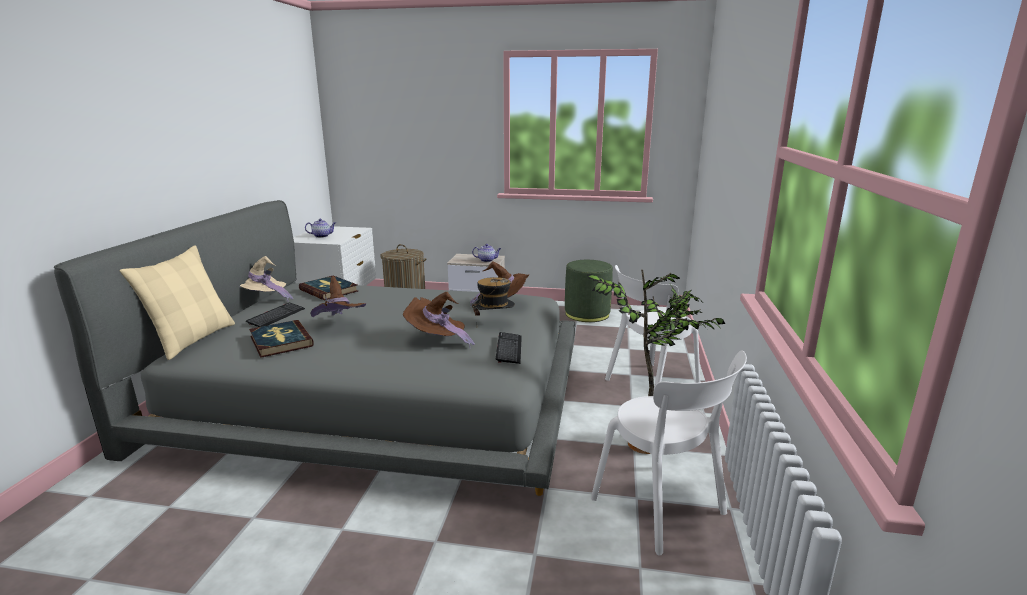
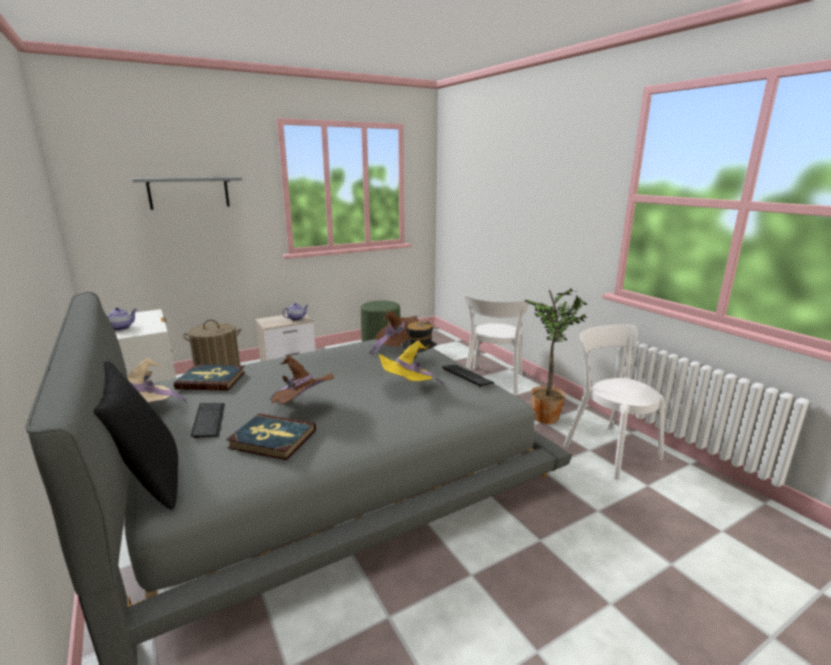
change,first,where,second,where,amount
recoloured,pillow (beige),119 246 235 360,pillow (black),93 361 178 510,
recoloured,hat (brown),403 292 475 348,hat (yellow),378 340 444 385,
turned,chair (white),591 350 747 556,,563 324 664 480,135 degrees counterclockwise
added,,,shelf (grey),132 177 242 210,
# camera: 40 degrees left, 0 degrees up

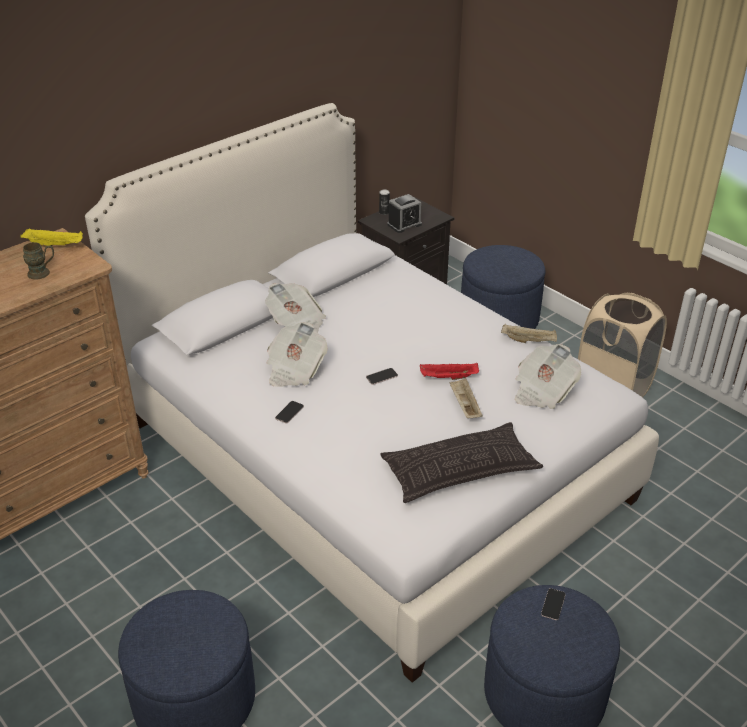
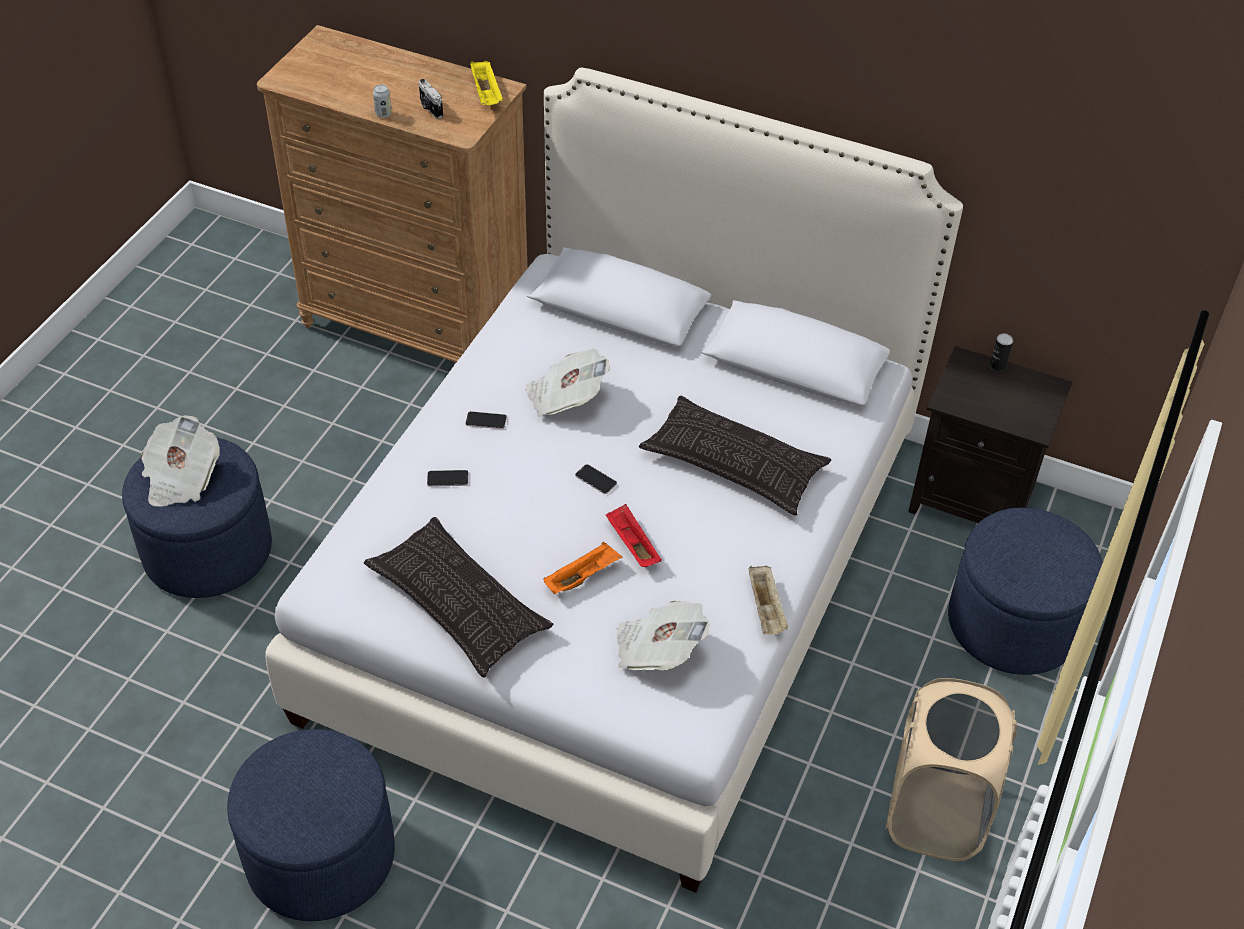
change,first,where,second,where,amount
replaced,mug (brown),23 242 54 280,photo camera,418 79 443 119,
moved,newspaper,265 283 326 332,,141 415 220 507,
removed,alarm clock,387 194 422 233,,,
recoloured,tray (beige),450 378 483 418,tray (orange),544 542 623 594,
moved,phone,541 588 566 620,,427 470 469 487,
added,,,can,373 84 392 118,
added,,,pillow,639 396 831 515,
# camera: 65 degrees right, 10 degrees up

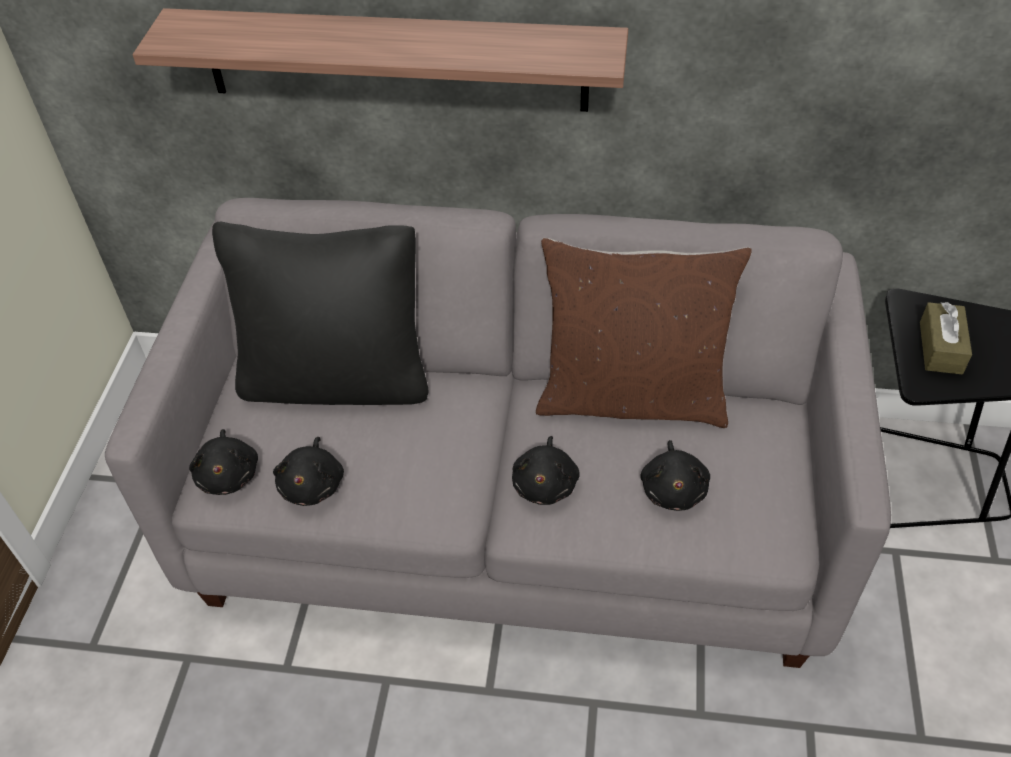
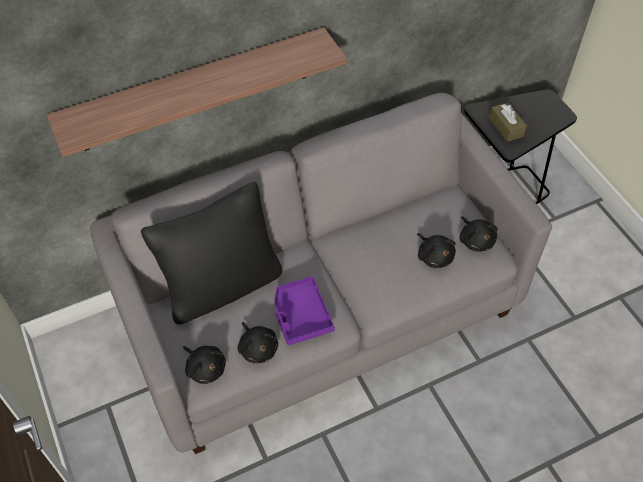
change,first,where,second,where,amount
moved,plush toy (black),512 436 580 505,,459 216 498 251,
removed,pillow (brown),536 238 752 428,,,
added,,,tray (purple),275 276 335 345,
# camera: 35 degrees left, 5 degrees up

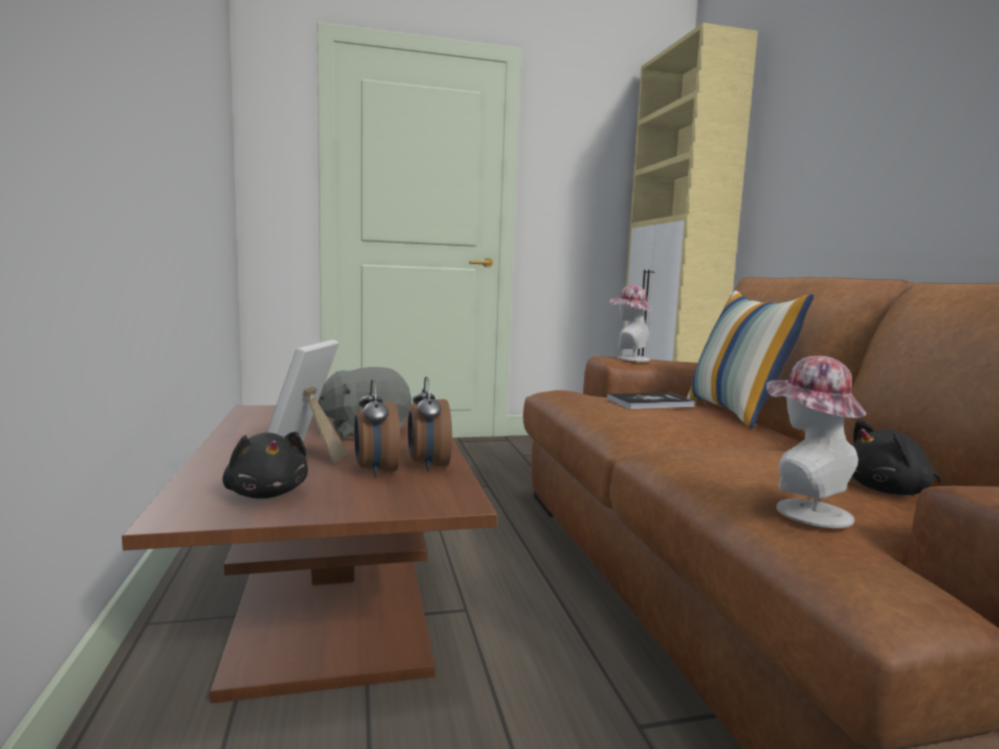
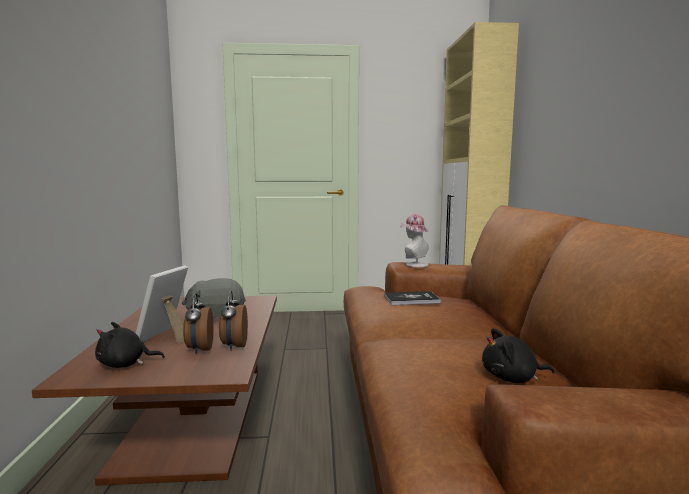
change,first,where,second,where,amount
turned,plush toy (black),222 431 308 499,,95 322 165 368,105 degrees clockwise
removed,pillow,687 290 814 428,,,
removed,hat,767 356 866 528,,,
# camera: 10 degrees right, 0 degrees up

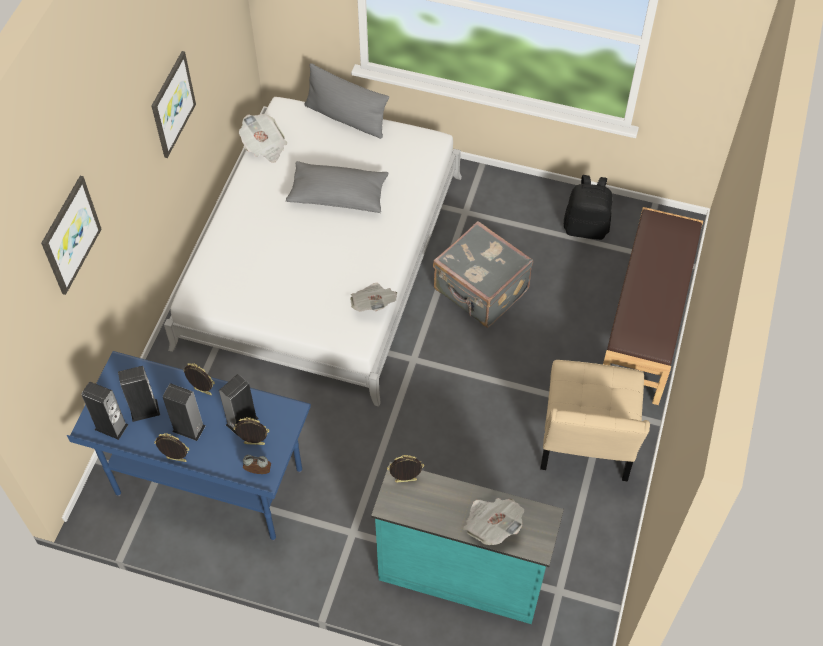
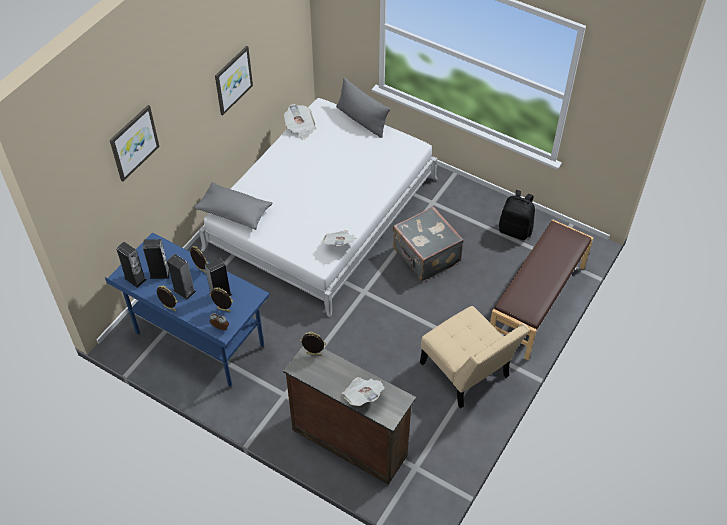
change,first,where,second,where,amount
moved,pillow (grey),286 161 389 213,,194 182 272 230,
recoloured,dresser (turquoise),371 462 564 624,dresser (brown),283 346 416 485,
turned,chair (beige),540 360 650 482,,420 306 530 408,60 degrees counterclockwise
# camera: 15 degrees right, 5 degrees down

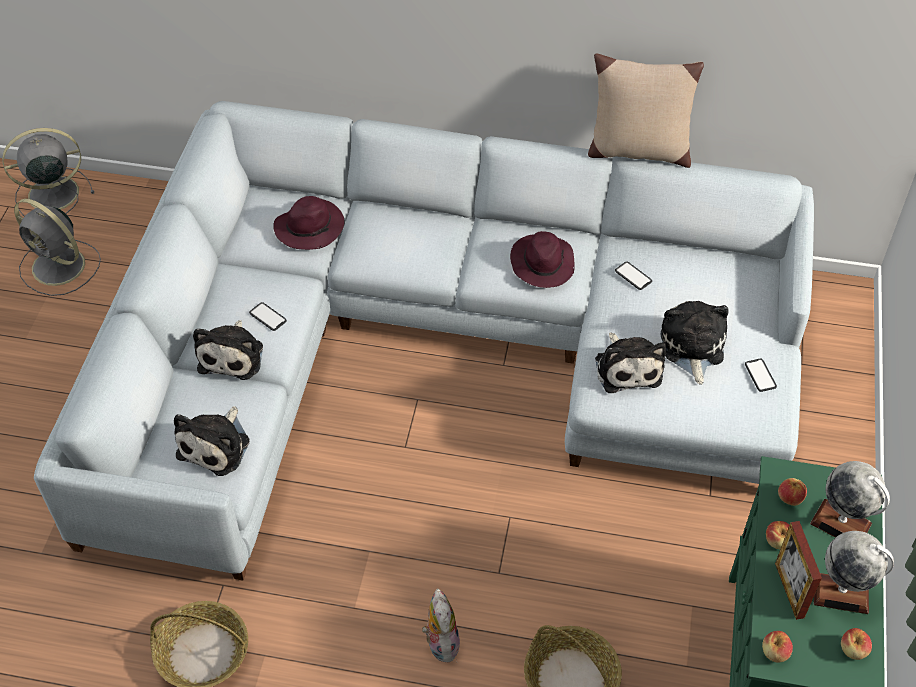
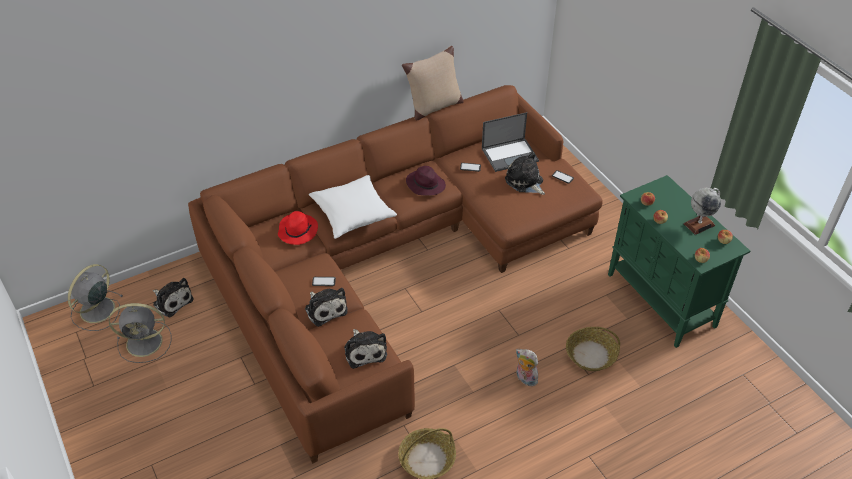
change,first,where,second,where,amount
recoloured,sofa (grey),34 101 814 581,sofa (brown),188 85 603 464,
recoloured,hat (purple),273 196 345 250,hat (red),278 211 318 245,
moved,plush toy,595 332 666 393,,153 278 194 317,
removed,picture frame,775 521 822 620,,,
removed,globe,810 461 890 537,,,
added,,,pillow (white),309 175 397 239,
added,,,laptop,482 112 539 172,
# camera: 40 degrees left, 5 degrees down

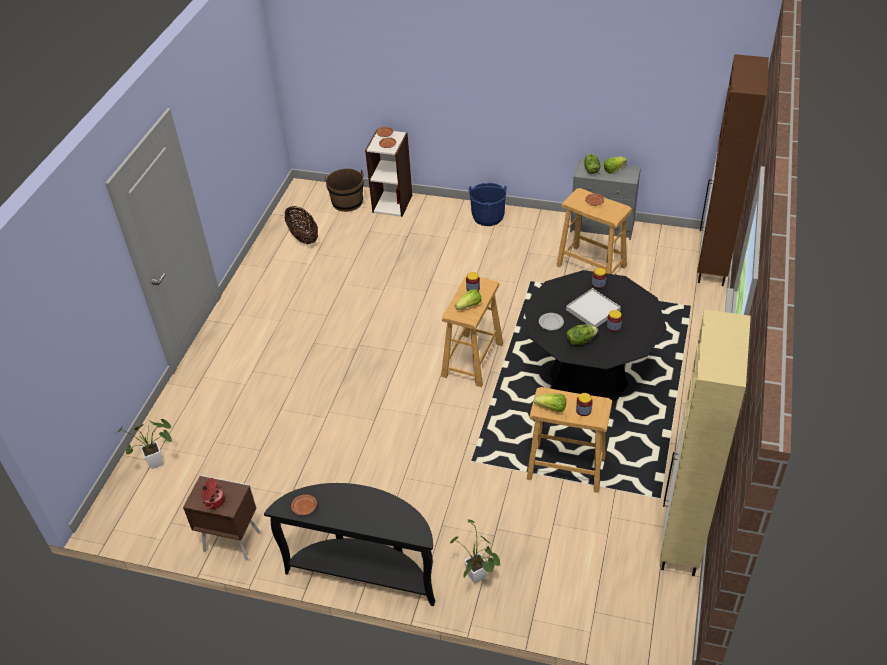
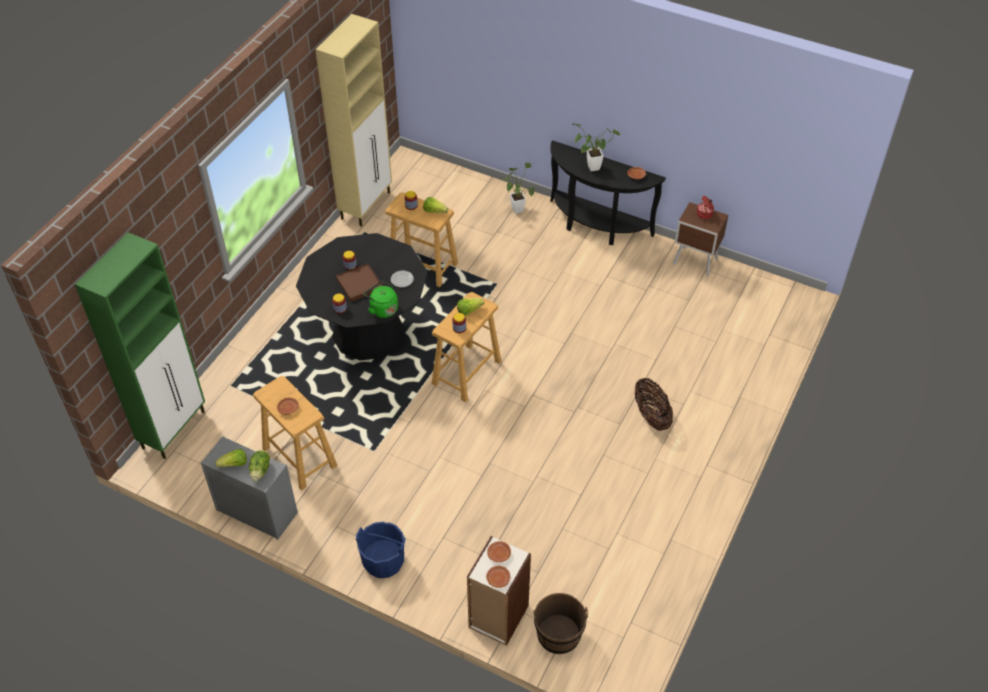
change,first,where,second,where,amount
moved,potted plant,115 419 172 469,,572 124 620 171,
moved,basket,285 206 318 245,,635 378 673 431,
recoloured,tray (white),566 288 621 327,tray (brown),336 263 383 302,
removed,lettuce,567 324 598 345,,,
recoloured,cabinet (brown),697 54 769 286,cabinet (green),75 232 205 459,
added,,,kettle (green),364 281 398 318,
# camera: 170 degrees left, 5 degrees up

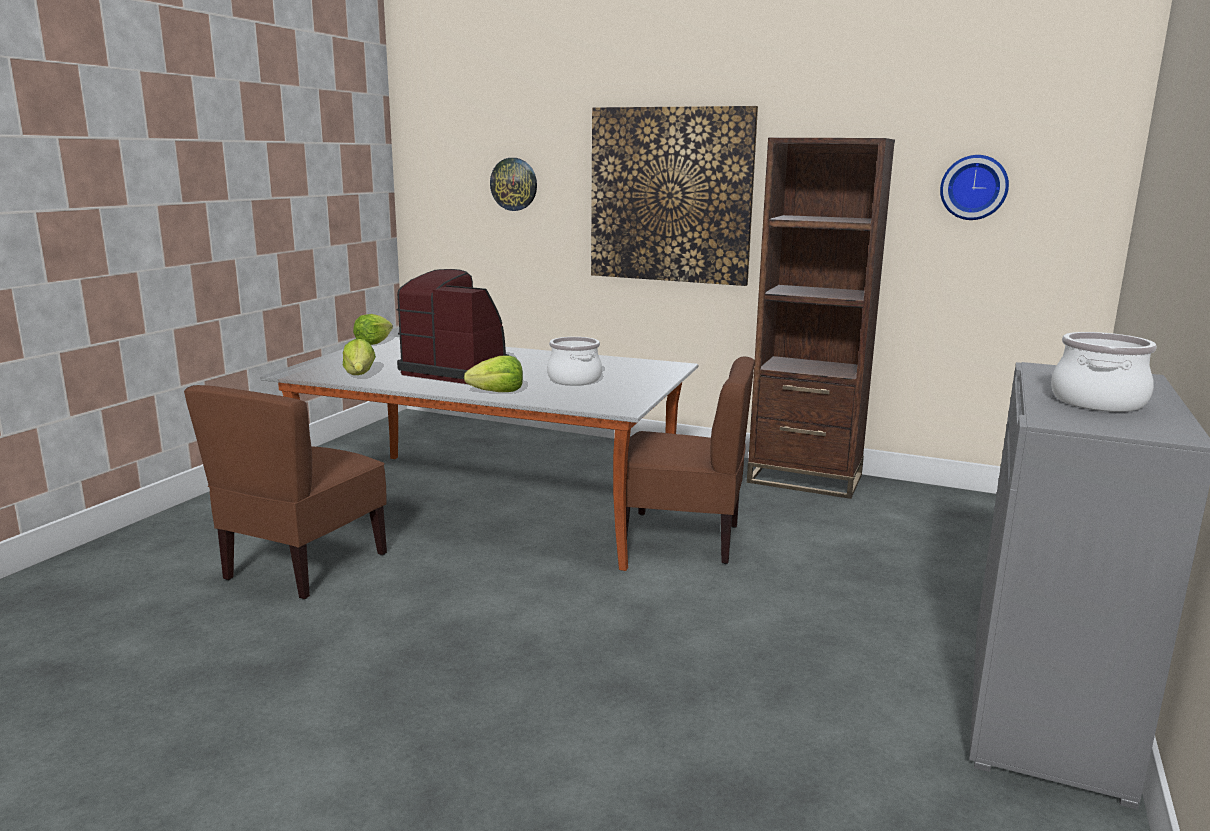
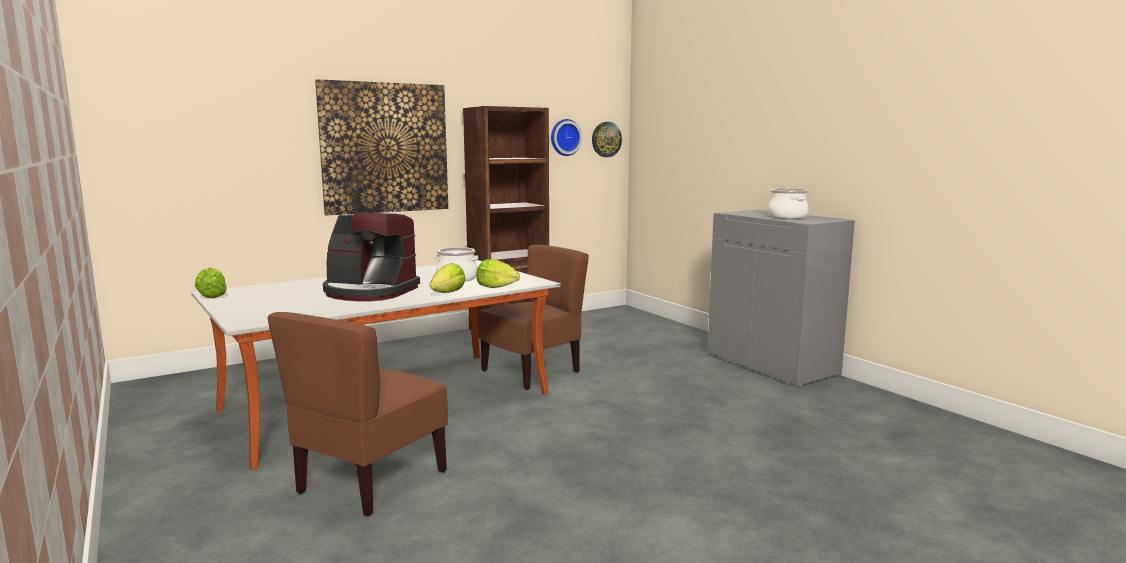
change,first,where,second,where,amount
turned,chair (brown),184 385 387 600,,268 312 448 516,60 degrees clockwise
moved,lettuce,343 339 376 375,,476 259 520 288,
turned,coffee machine,397 269 509 384,,323 213 420 301,135 degrees counterclockwise
moved,wall clock,490 158 537 211,,592 122 622 157,
# camera: 55 degrees left, 5 degrees down

